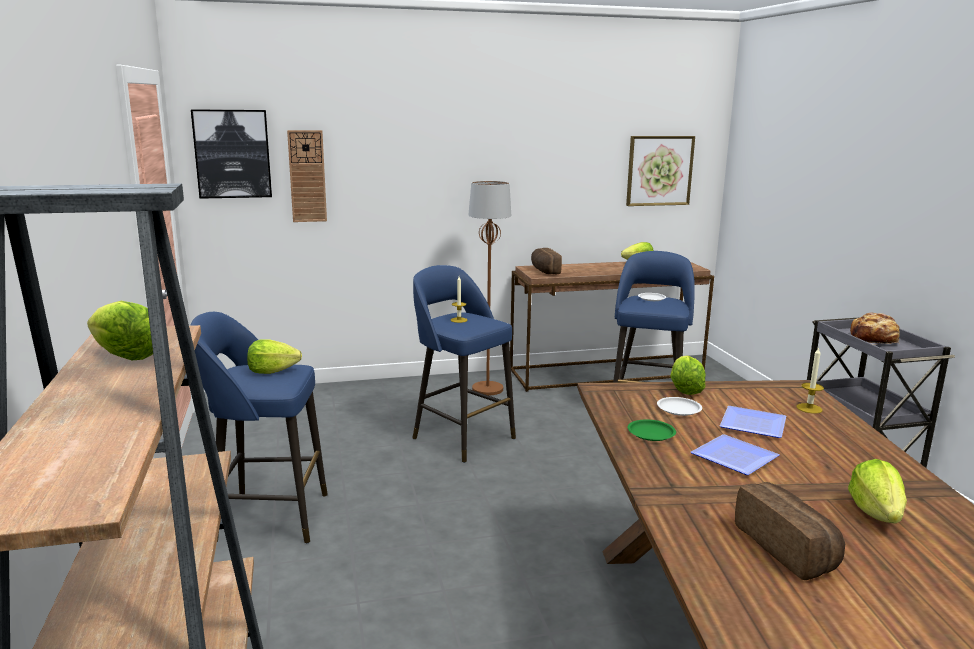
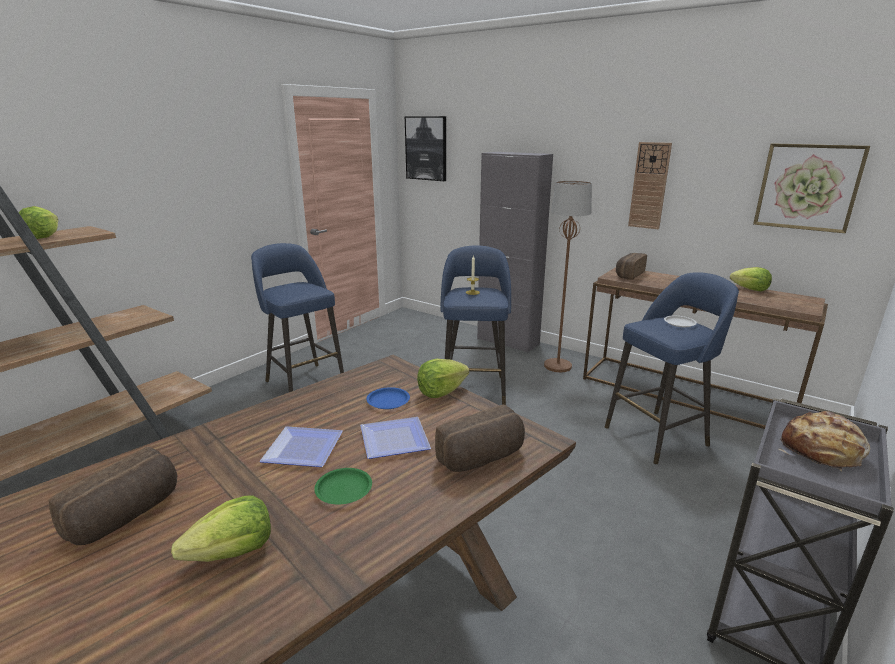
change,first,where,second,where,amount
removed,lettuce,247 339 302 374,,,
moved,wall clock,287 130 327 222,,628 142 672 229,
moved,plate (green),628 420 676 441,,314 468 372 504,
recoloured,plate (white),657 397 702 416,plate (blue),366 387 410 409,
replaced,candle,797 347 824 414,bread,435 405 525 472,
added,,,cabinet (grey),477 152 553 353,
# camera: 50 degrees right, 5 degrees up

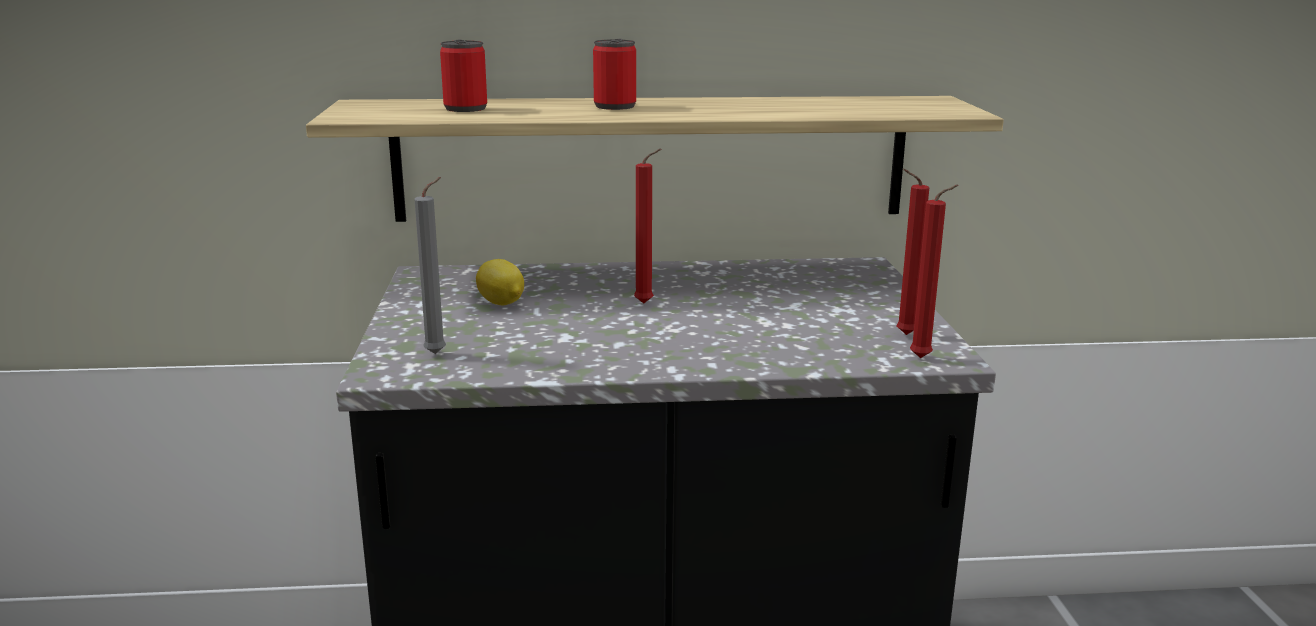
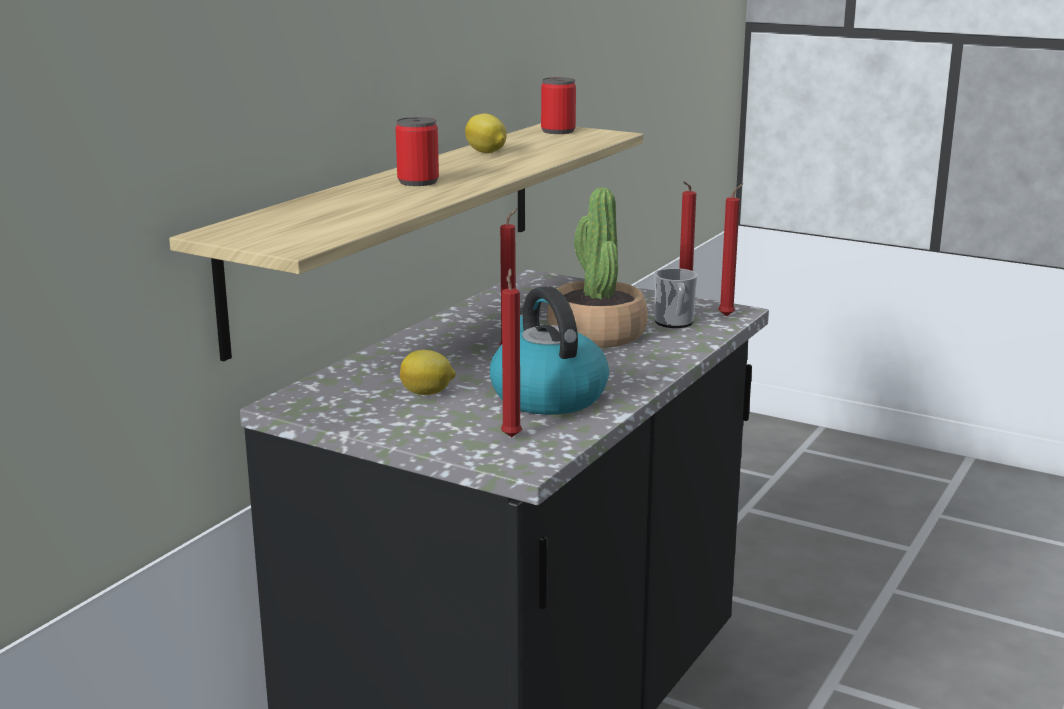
change,first,where,second,where,amount
recoloured,candle (grey),414 177 446 354,candle (red),501 269 522 438,
moved,can,440 40 487 112,,541 77 576 134,
added,,,lemon,465 114 507 153,
added,,,kettle,490 286 609 415,
added,,,potted plant,547 188 648 348,
added,,,mug,654 268 698 328,
# camera: 55 degrees left, 0 degrees up

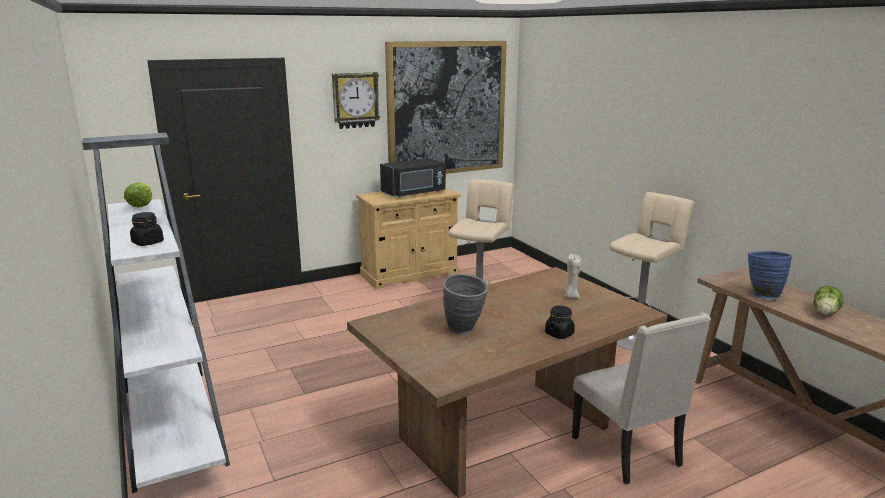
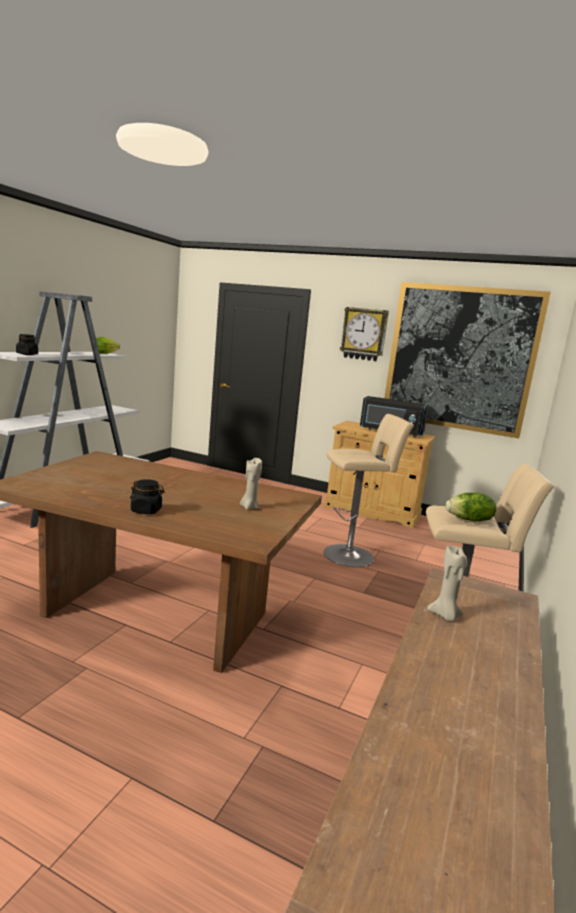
change,first,where,second,where,amount
removed,vase (grey),443 274 488 335,,,
removed,chair (beige),572 313 711 484,,,
replaced,vase (blue),748 251 792 299,candle (beige),427 545 467 621,
moved,lettuce,814 286 843 315,,445 492 496 522,
# camera: 50 degrees right, 5 degrees down

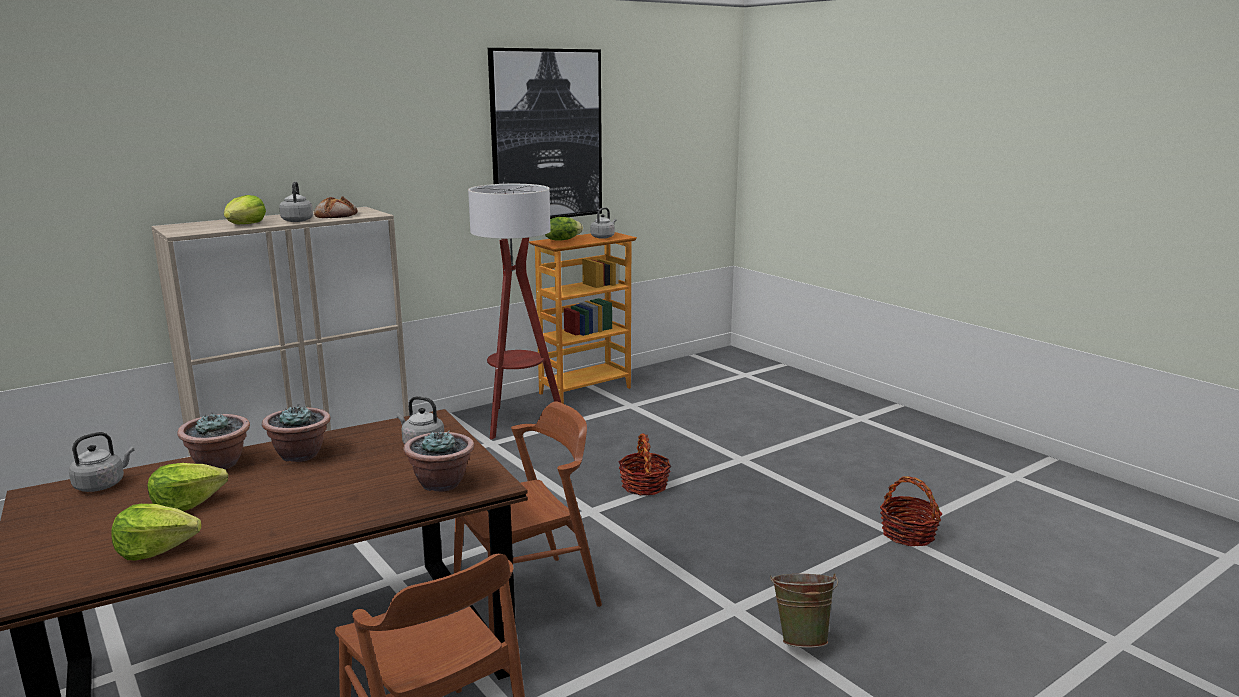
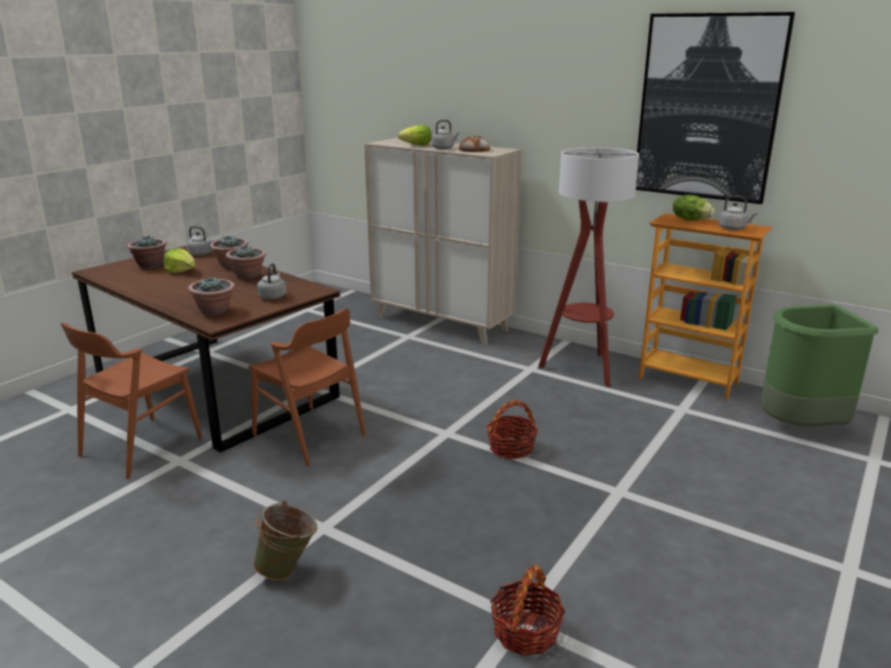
change,first,where,second,where,amount
removed,lettuce,111 504 201 560,,,
added,,,potted plant,127 235 167 269,
added,,,trash can (green),760 304 878 427,
# camera: 70 degrees right, 5 degrees up

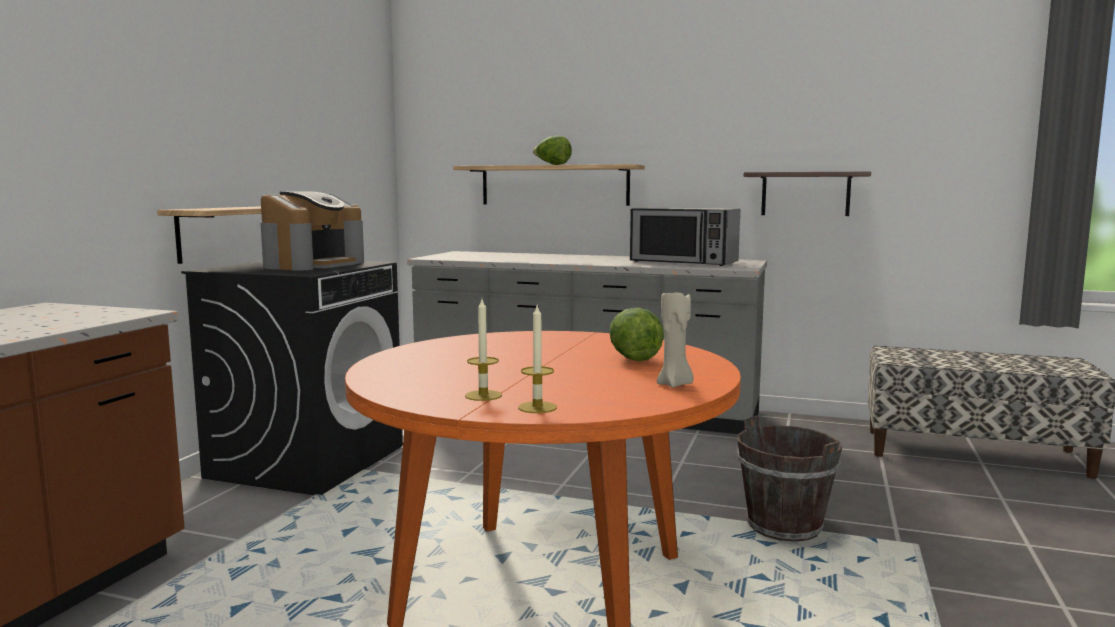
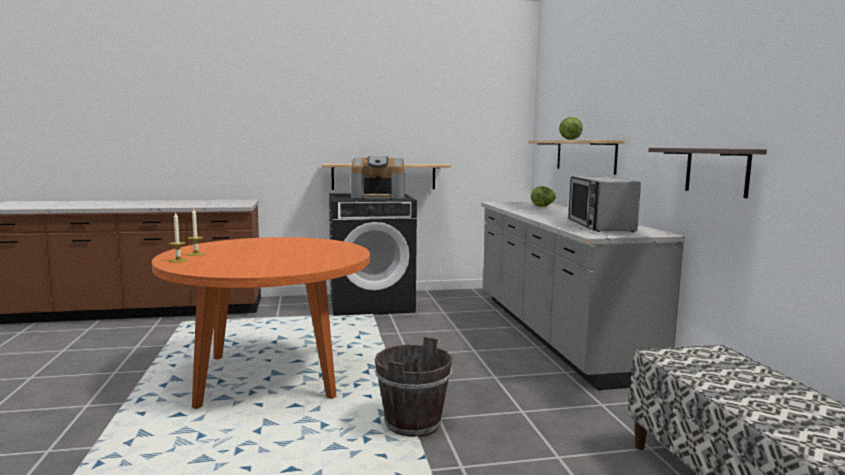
change,first,where,second,where,amount
moved,lettuce,609 308 664 361,,531 186 556 207,
removed,candle (beige),657 291 694 388,,,
# camera: 60 degrees right, 0 degrees up

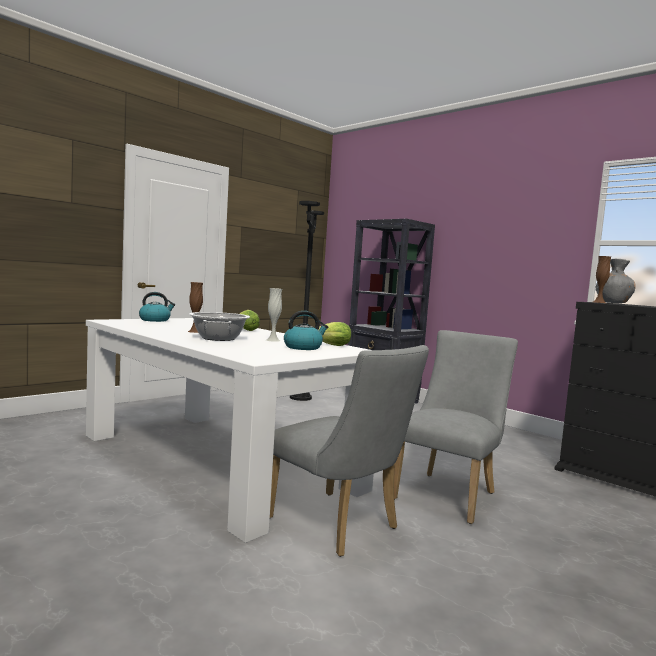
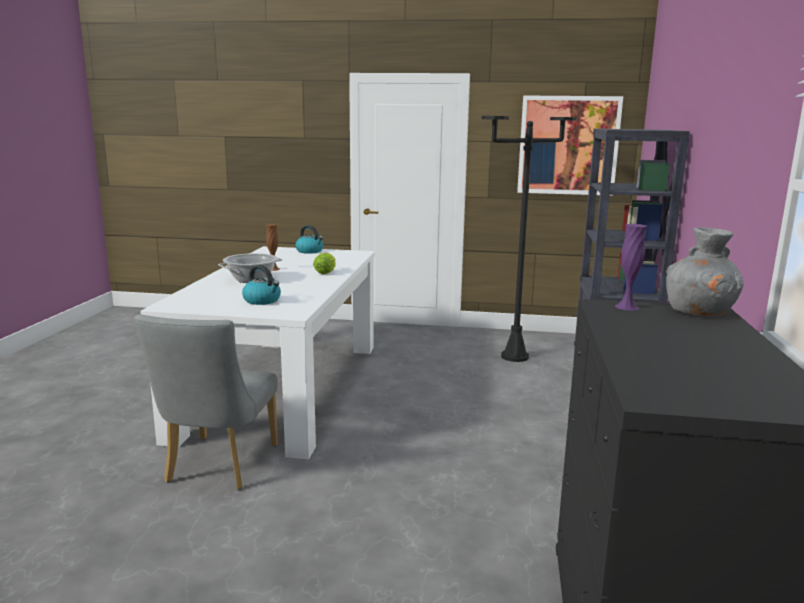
change,first,where,second,where,amount
removed,vase (white),266 288 282 342,,,
removed,lettuce,318 322 351 346,,,
removed,chair (grey),394 330 518 524,,,
recoloured,vase (brown),593 256 611 303,vase (purple),615 224 647 311,
added,,,picture,517 95 623 196,
# camera: 55 degrees right, 10 degrees up

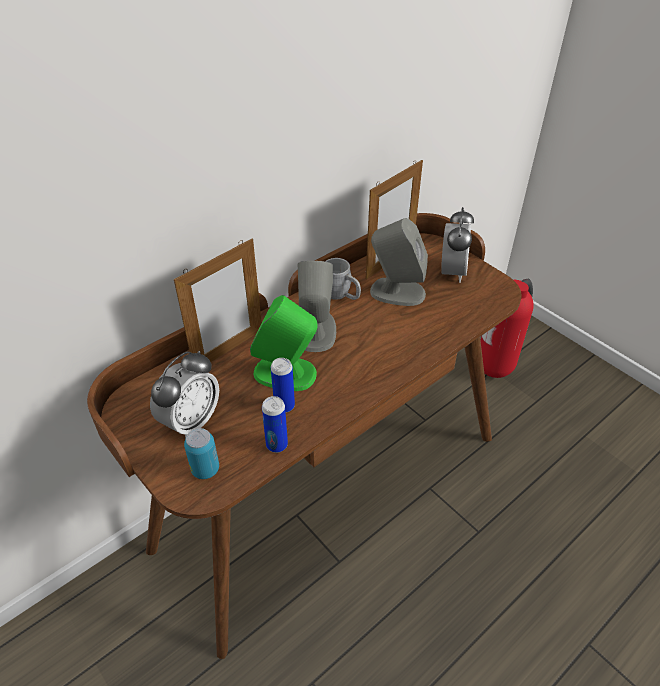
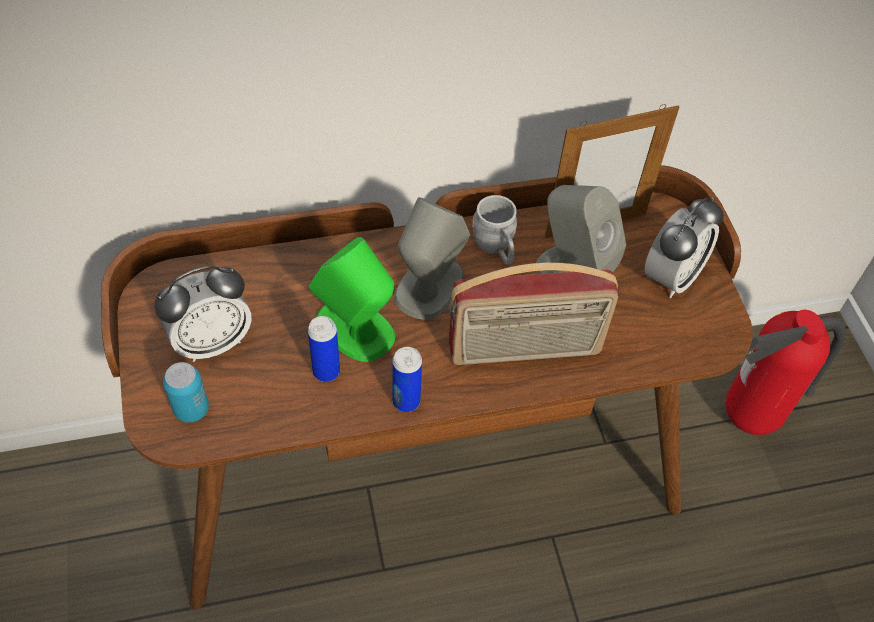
change,first,where,second,where,amount
removed,picture frame,174 239 262 362,,,
moved,can,262 396 288 453,,392 347 422 412,
added,,,radio,449 263 618 365,
# camera: 25 degrees right, 10 degrees up

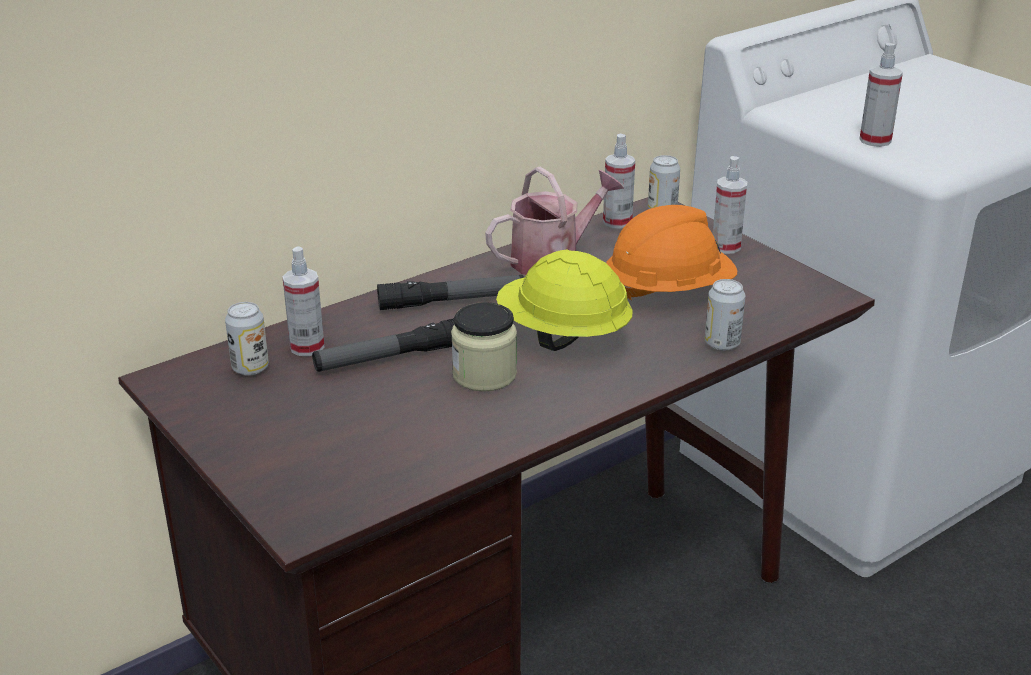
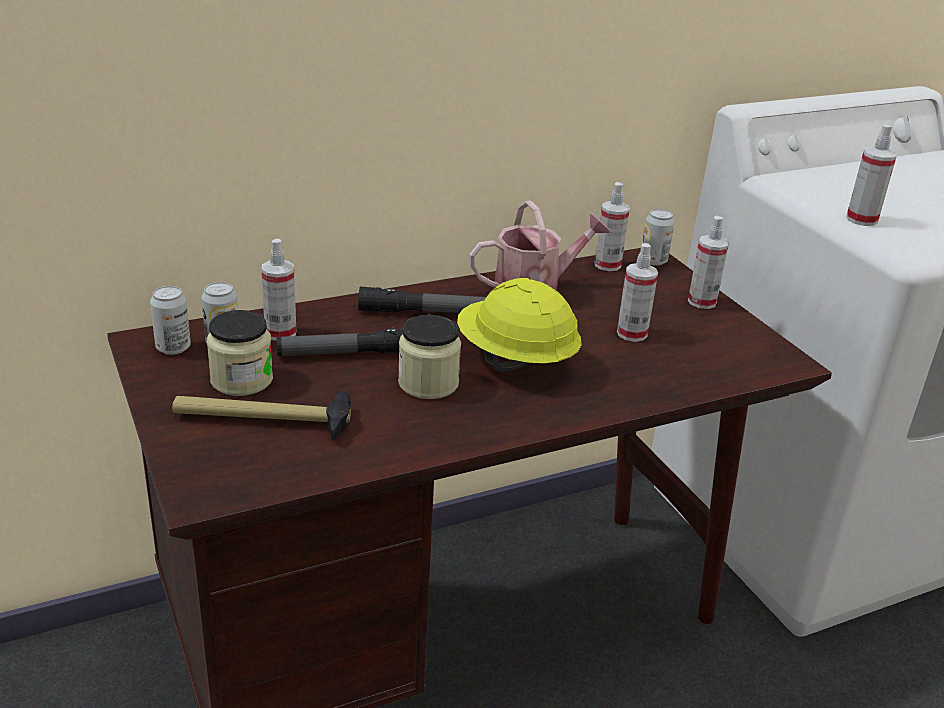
change,first,where,second,where,amount
replaced,hard hat (orange),606 205 737 300,spray bottle,617 243 658 342,
moved,can,705 279 745 351,,150 286 191 355,
added,,,hammer,172 392 351 440,
added,,,jar,207 310 273 396,
# camera: 10 degrees right, 0 degrees up

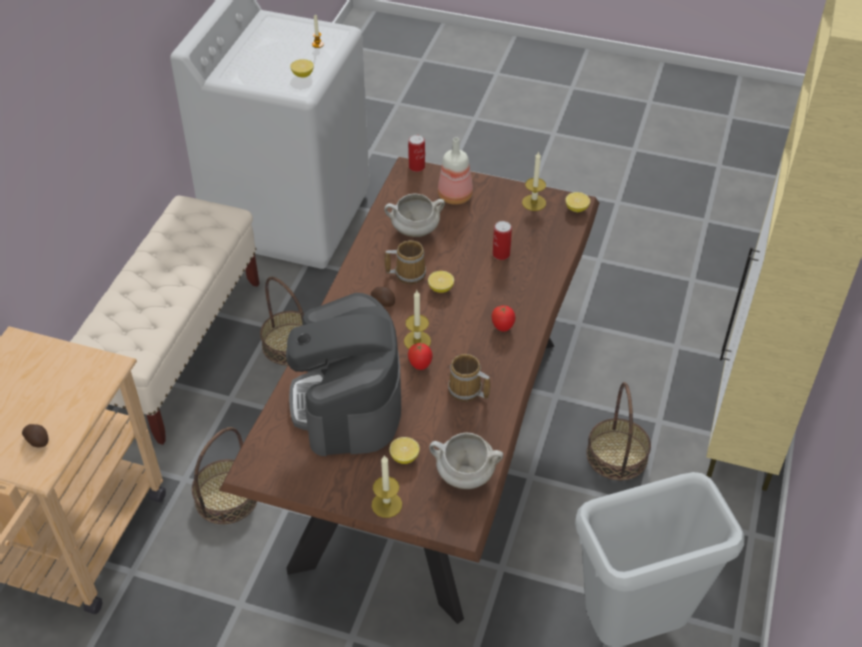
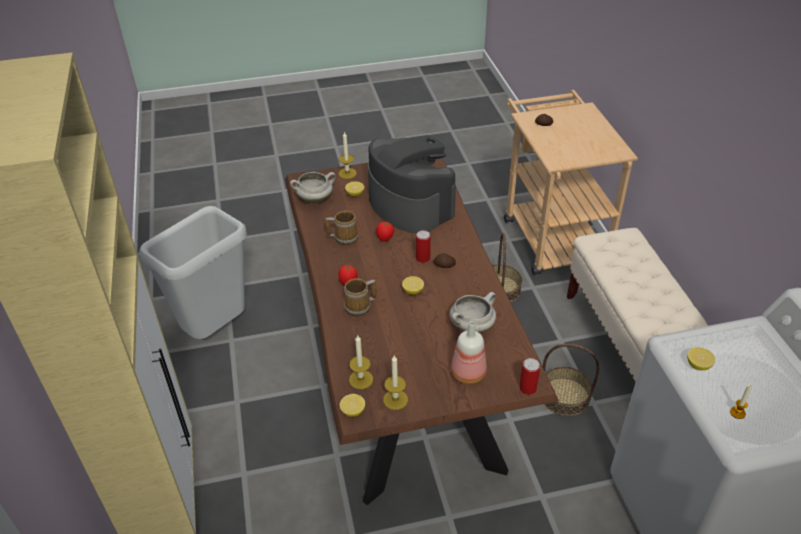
change,first,where,second,where,amount
moved,mug,385 240 426 285,,344 278 376 317,
moved,candle,404 290 431 349,,349 335 373 389,
moved,can,493 221 512 260,,416 230 431 263,
removed,basket,587 382 651 480,,,
# camera: 150 degrees right, 5 degrees down

